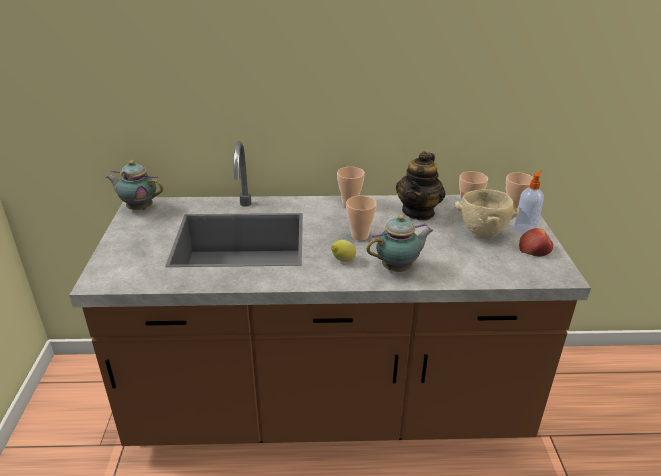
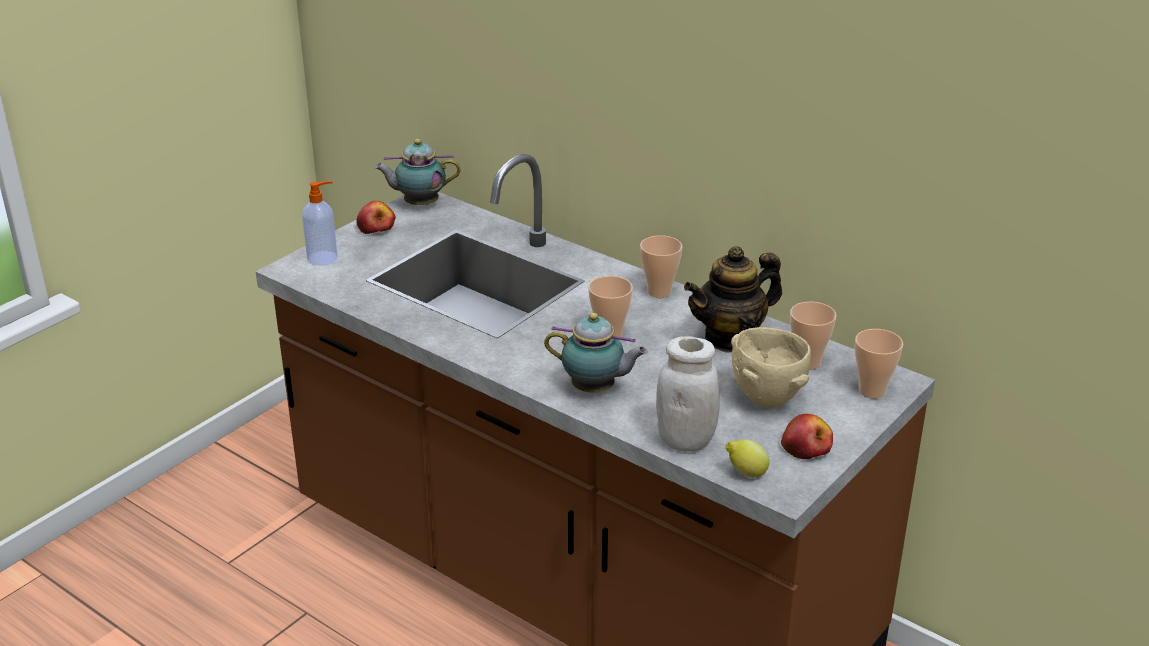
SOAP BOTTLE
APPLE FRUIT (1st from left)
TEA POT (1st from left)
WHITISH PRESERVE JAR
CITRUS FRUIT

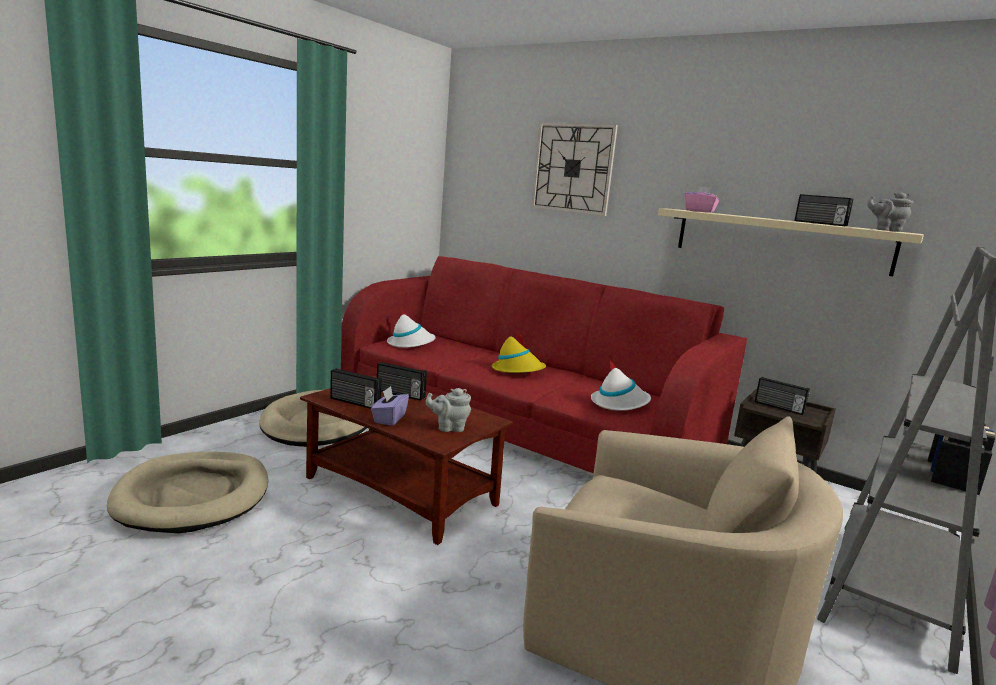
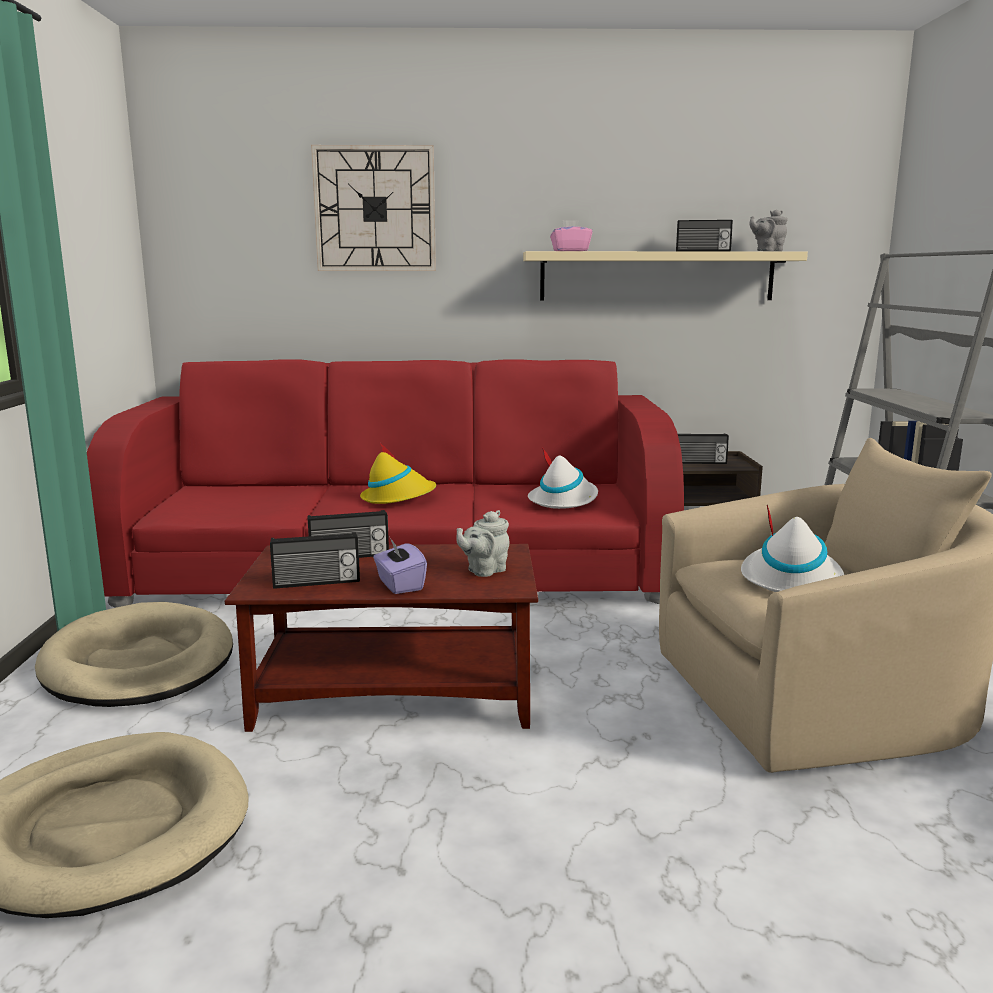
WHITISH HAT (2nd from left)

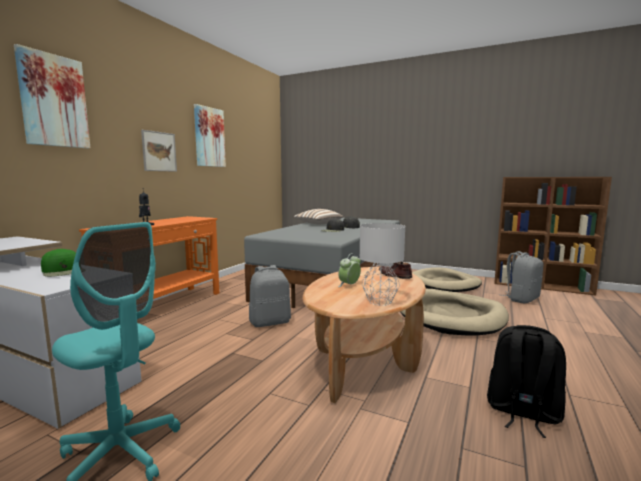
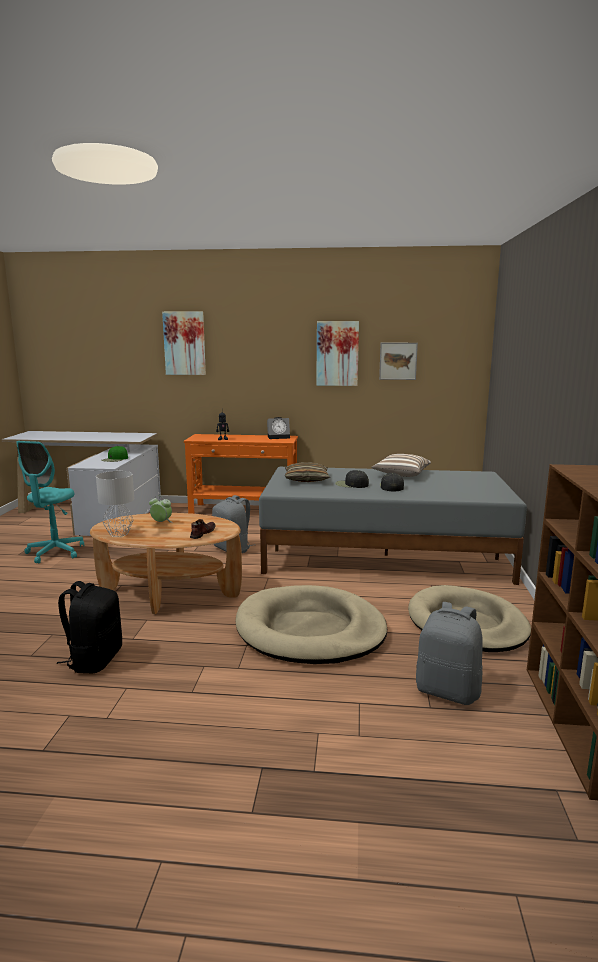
TABLE CLOCK (2nd from left)
THROW PILLOW (1st from left)
WALL PICTURE (3rd from left)

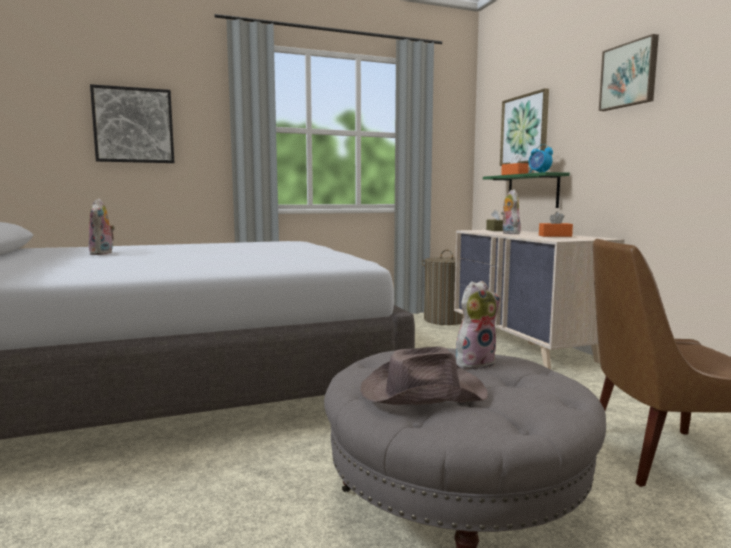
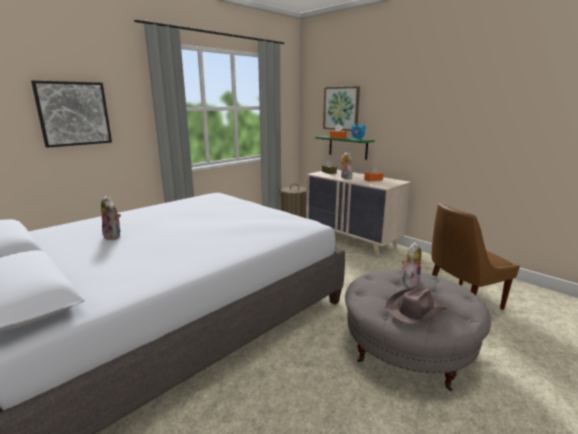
WALL PICTURE (3rd from left in the first image)

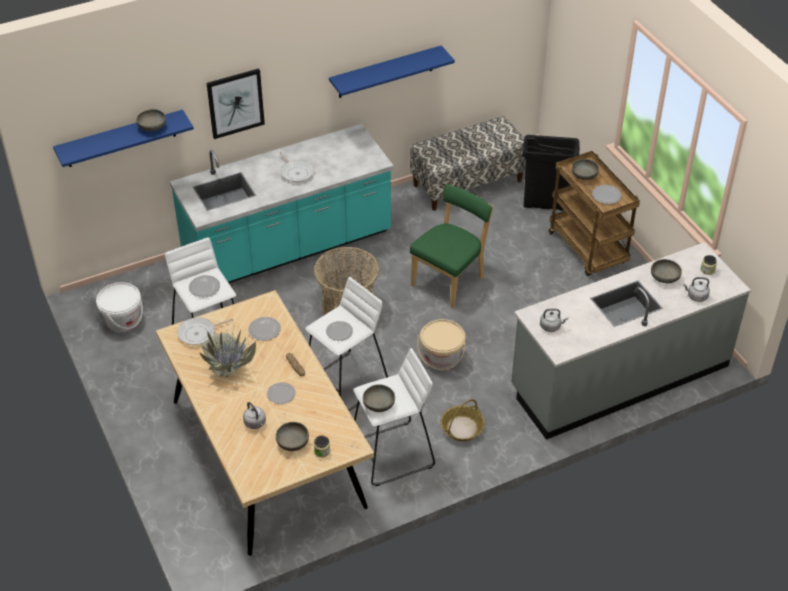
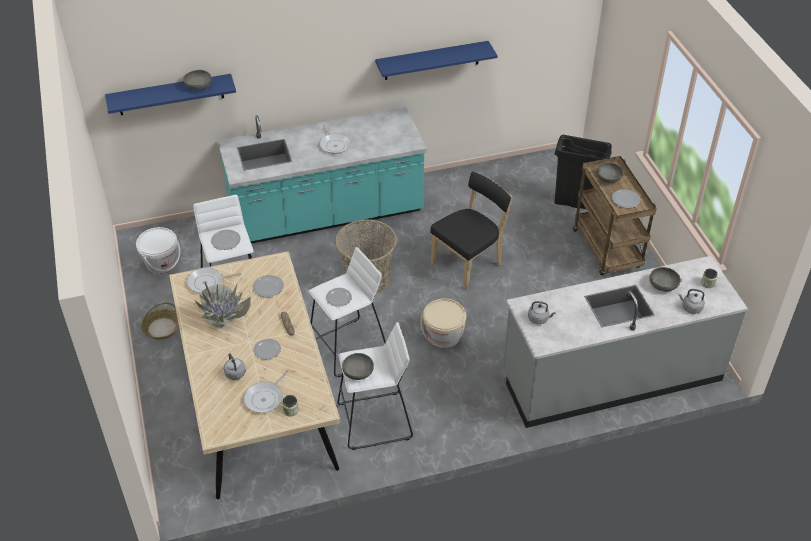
HOUSEHOLD BASKET (1st from left)
SKILLET (2nd from left)
BLACK CHAIR
WALL PICTURE
BENCH

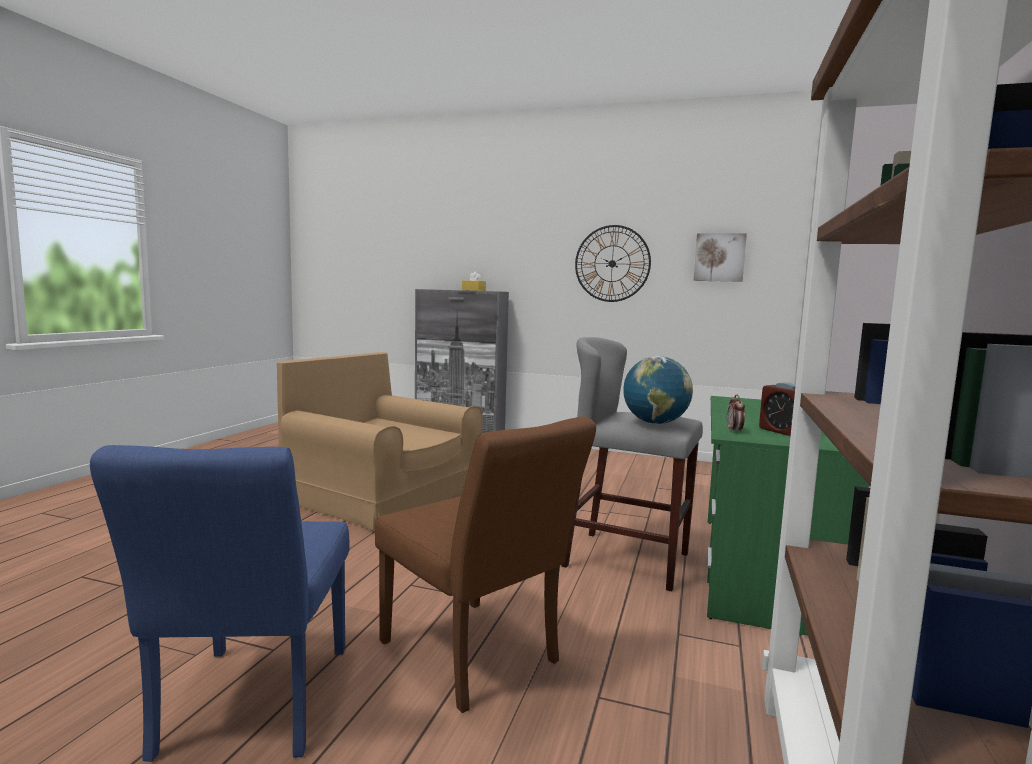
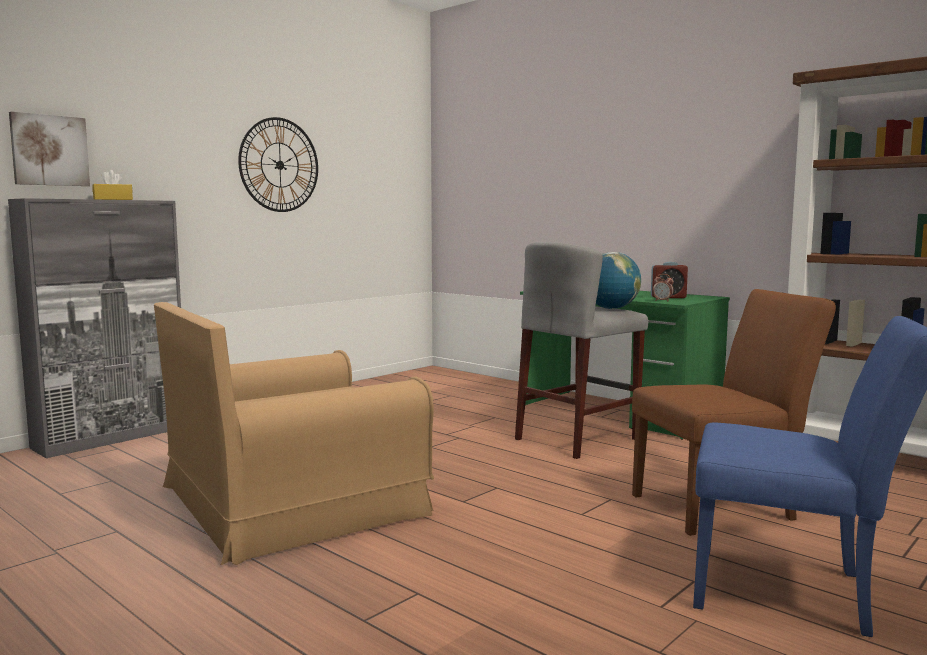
WALL PICTURE

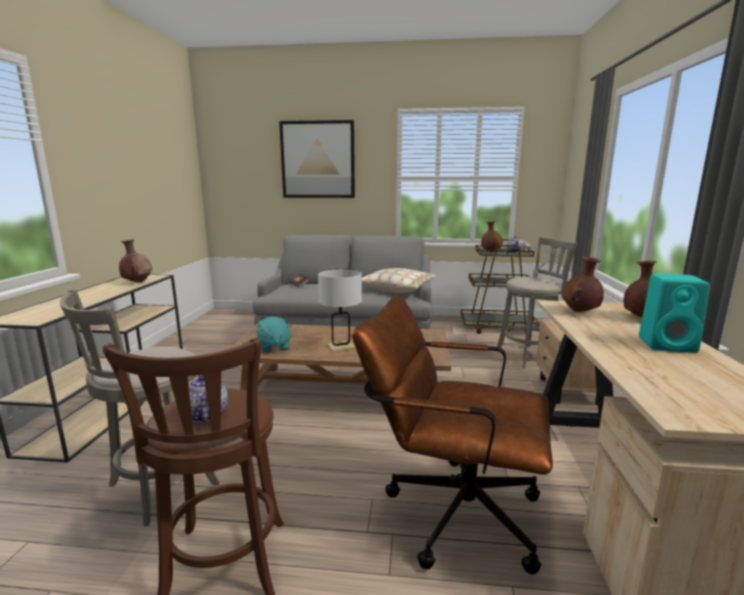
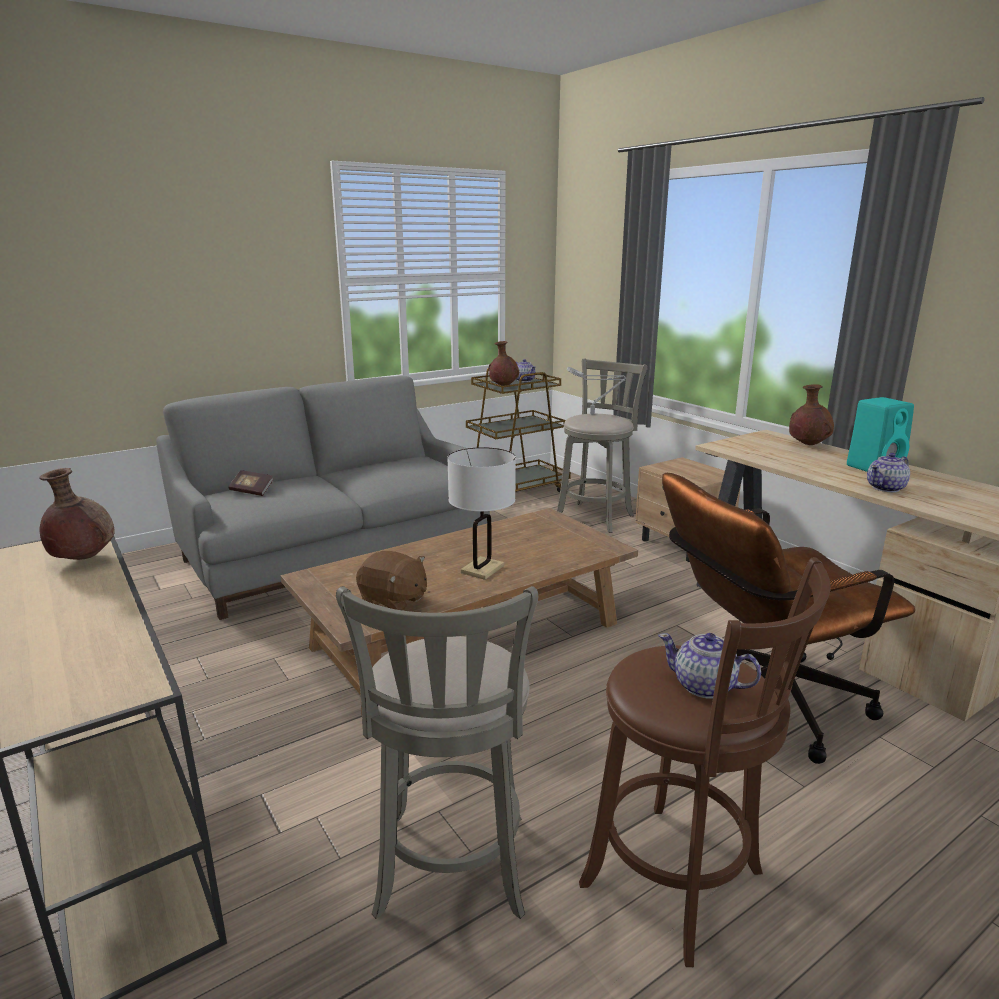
BROWN-COLOURED CUDDLY TOY
TEA POT (3rd from left)
WALL PICTURE
BEIGE-COLOURED THROW PILLOW
BROWN-COLOURED FLOWER VASE (3rd from left in the first image)

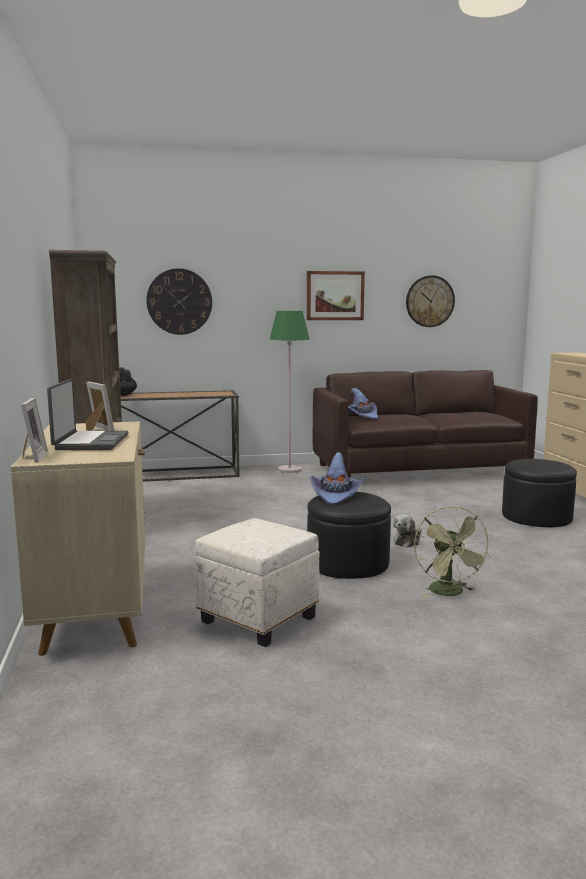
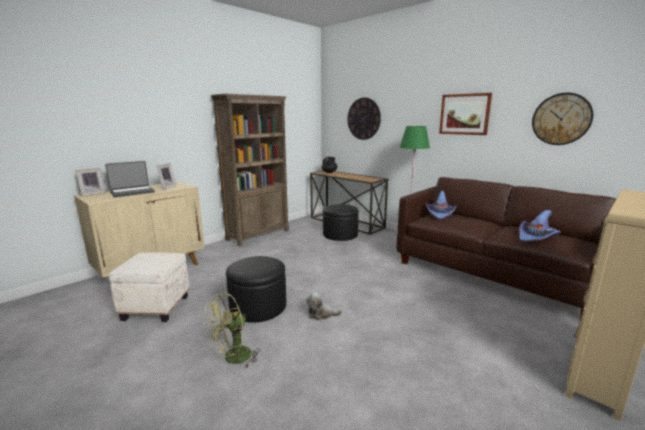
BLACK OTTOMAN (2nd from left)
PURPLE HAT (2nd from left)

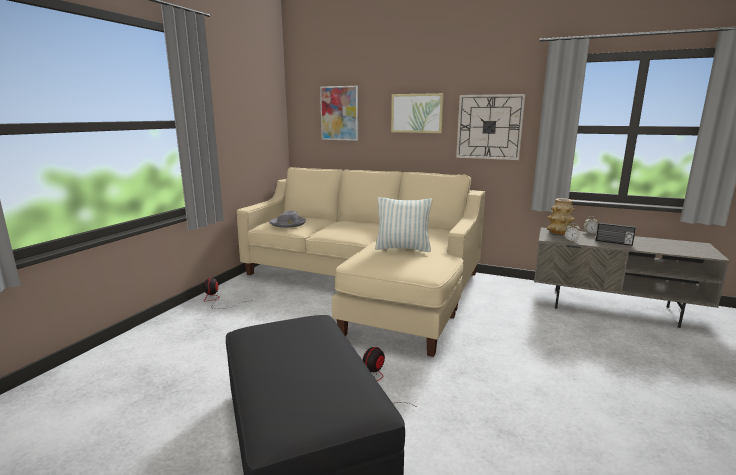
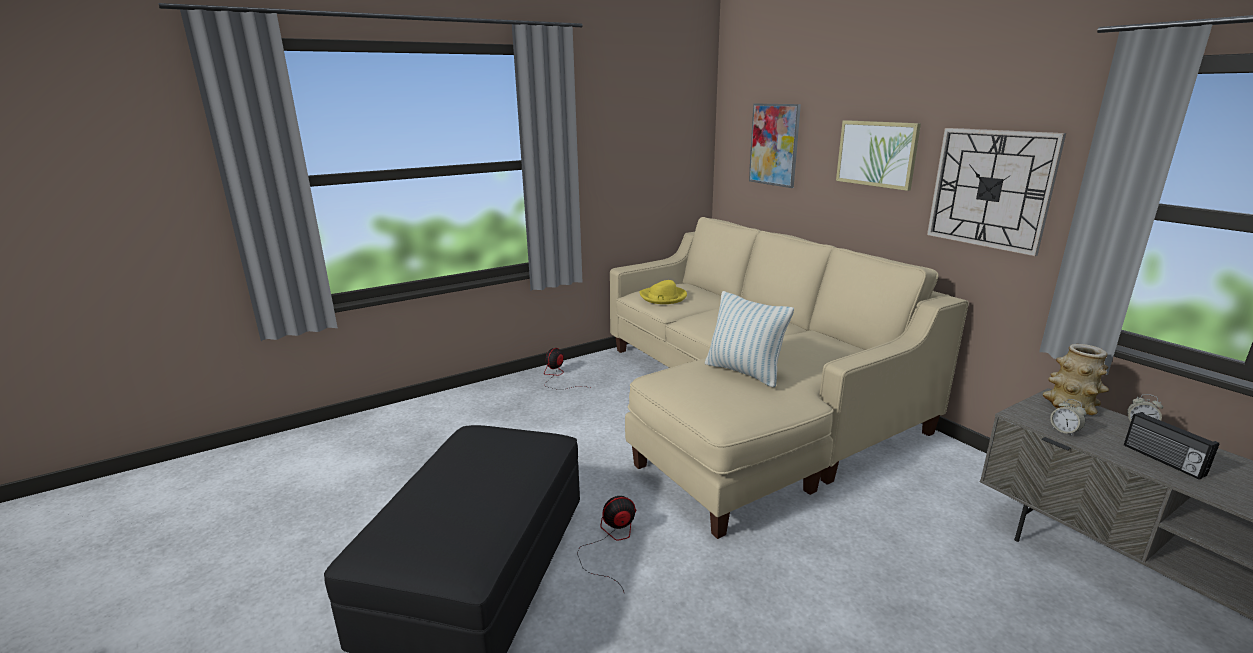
YELLOW HAT

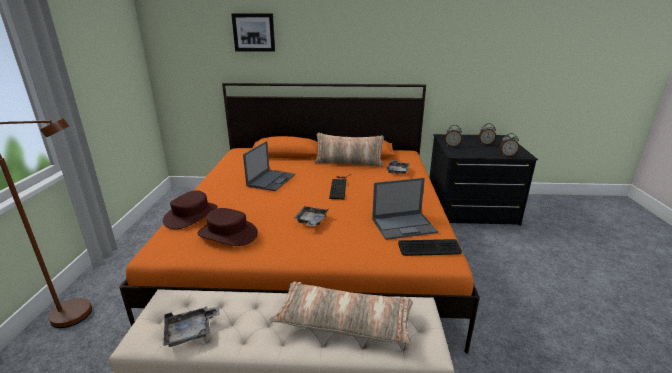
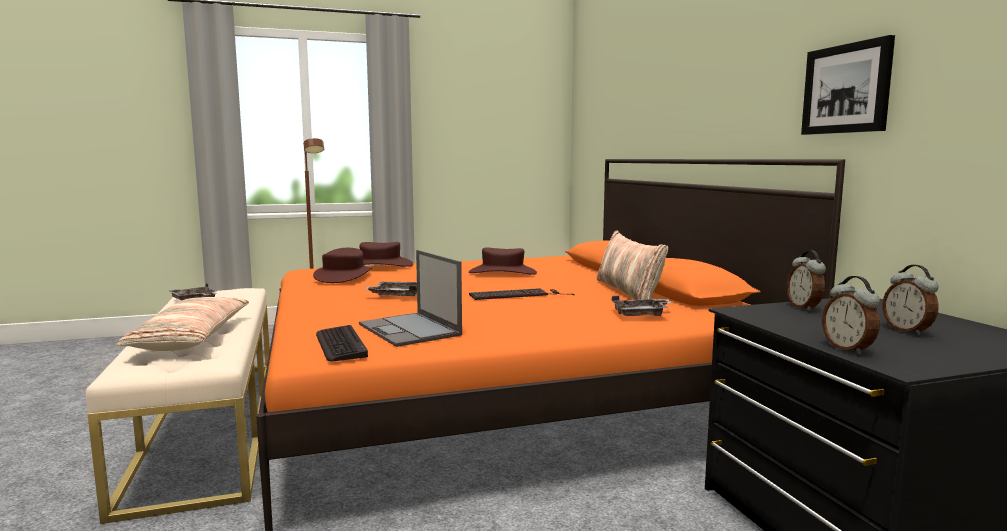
BROWN-COLOURED HAT (3rd from left)
WALL PICTURE

